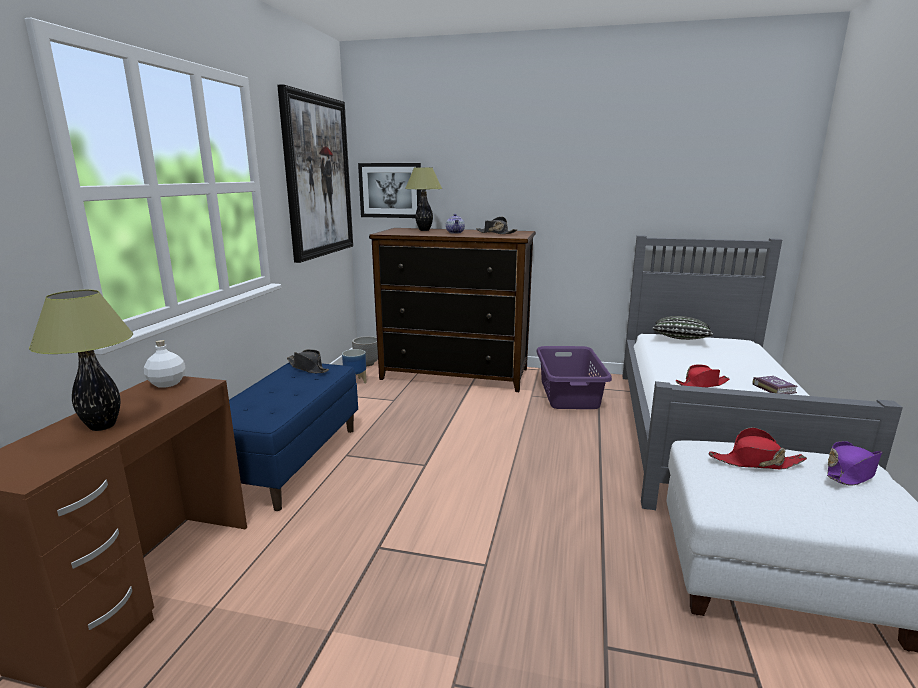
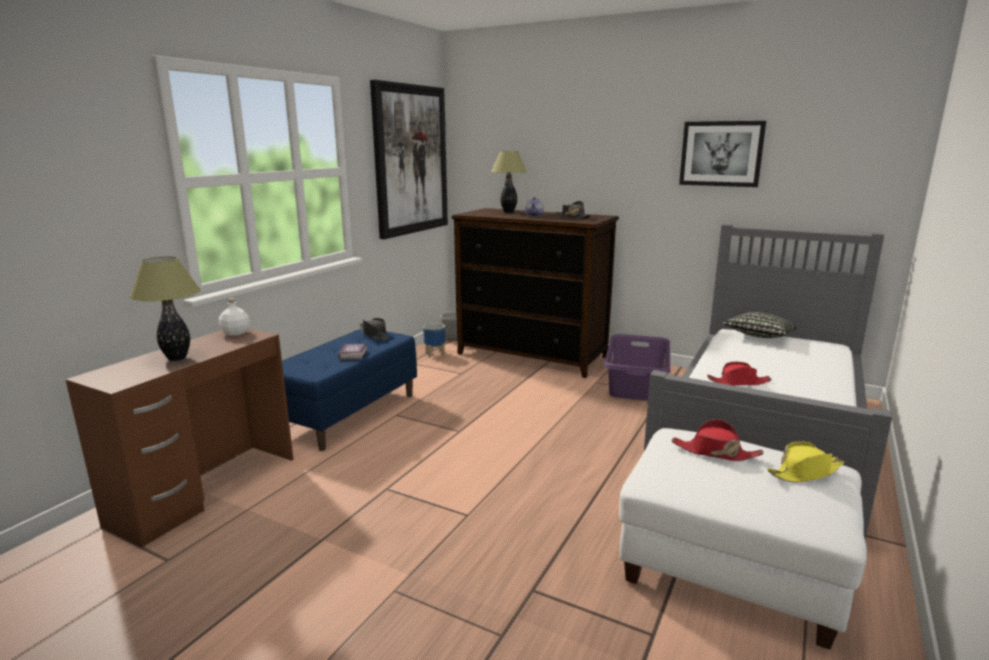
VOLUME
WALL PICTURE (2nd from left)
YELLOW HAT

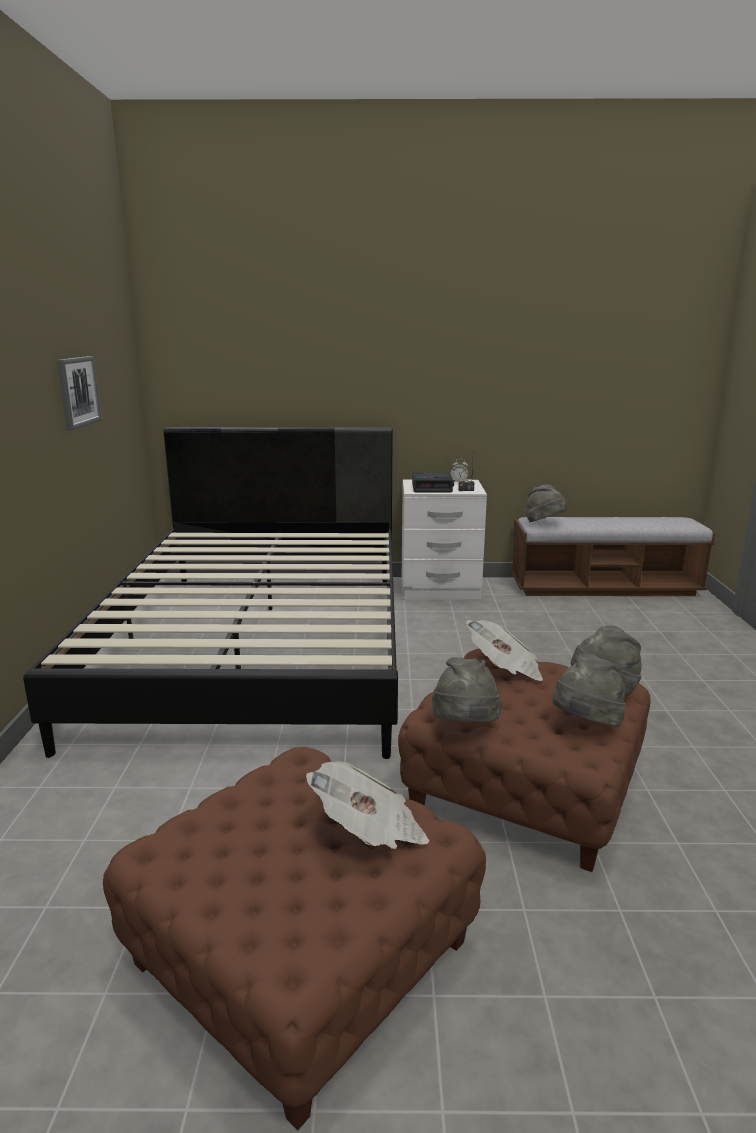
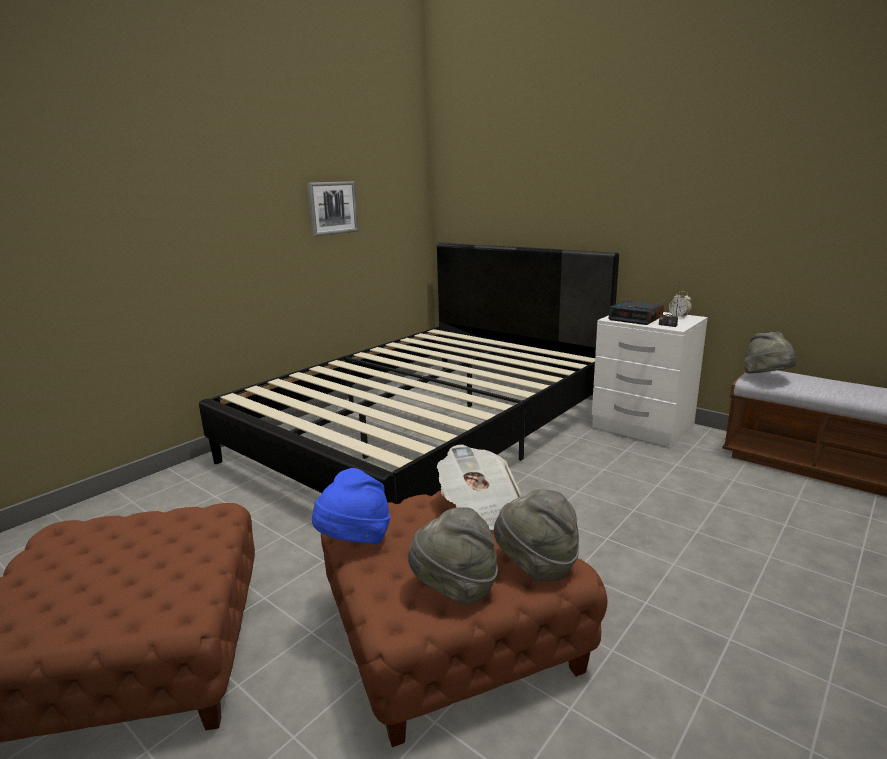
BLUE-COLOURED HAT
PRINTED PAPER (1st from left in the first image)

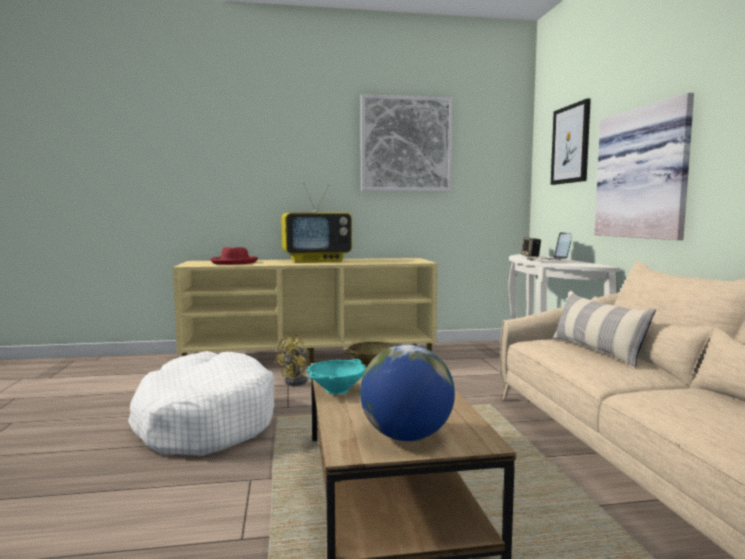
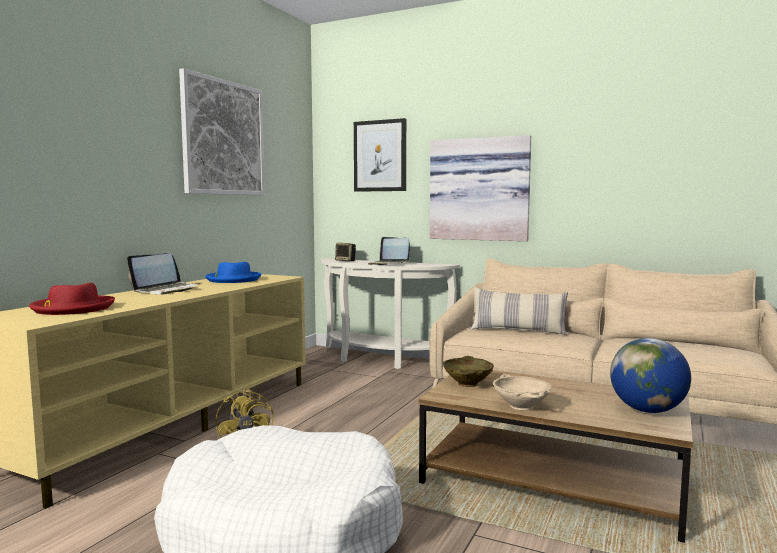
PORTABLE COMPUTER (1st from left)
BLUE-COLOURED HAT
BEIGE-COLOURED DEEP DISH (2nd from left)

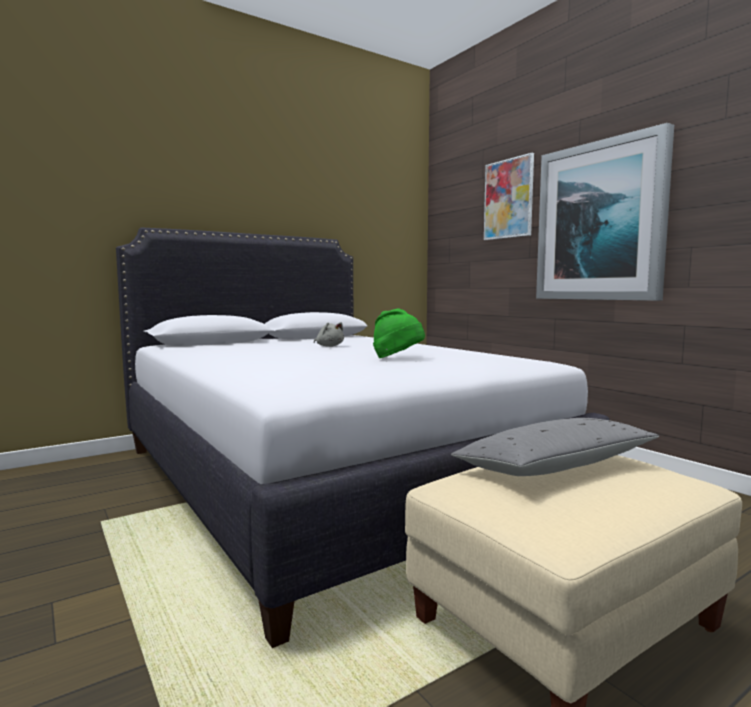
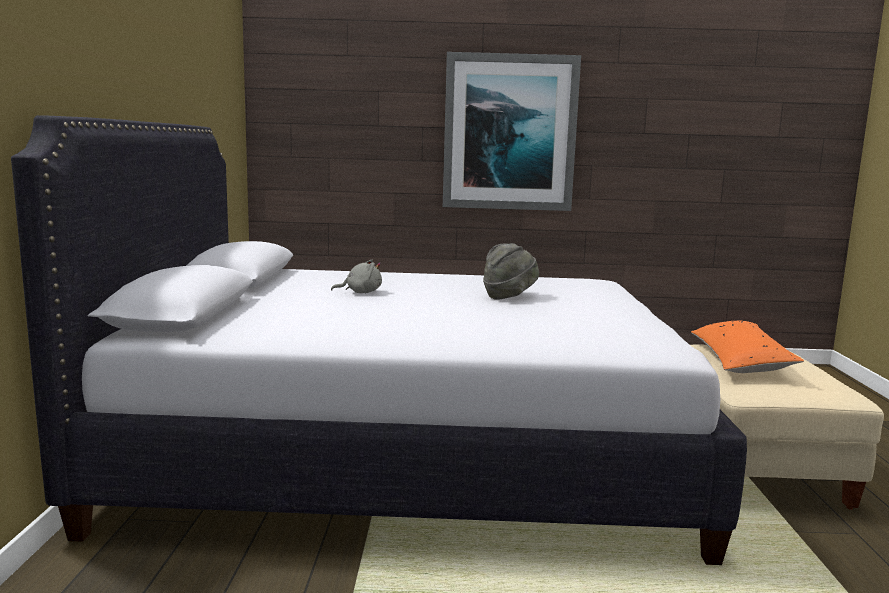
GRAY HAT
ORANGE THROW PILLOW
WALL PICTURE (1st from left in the first image)

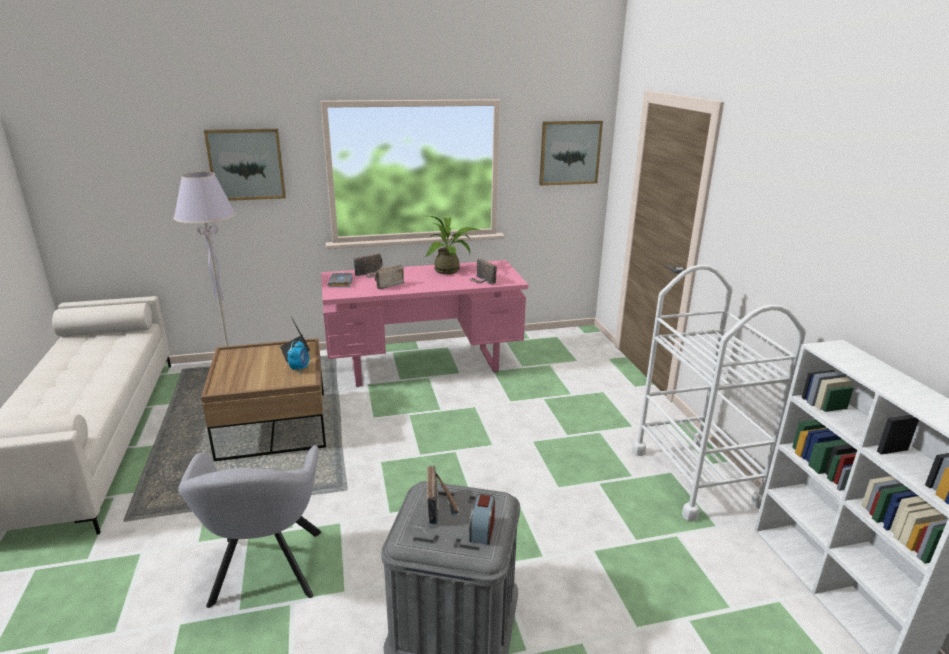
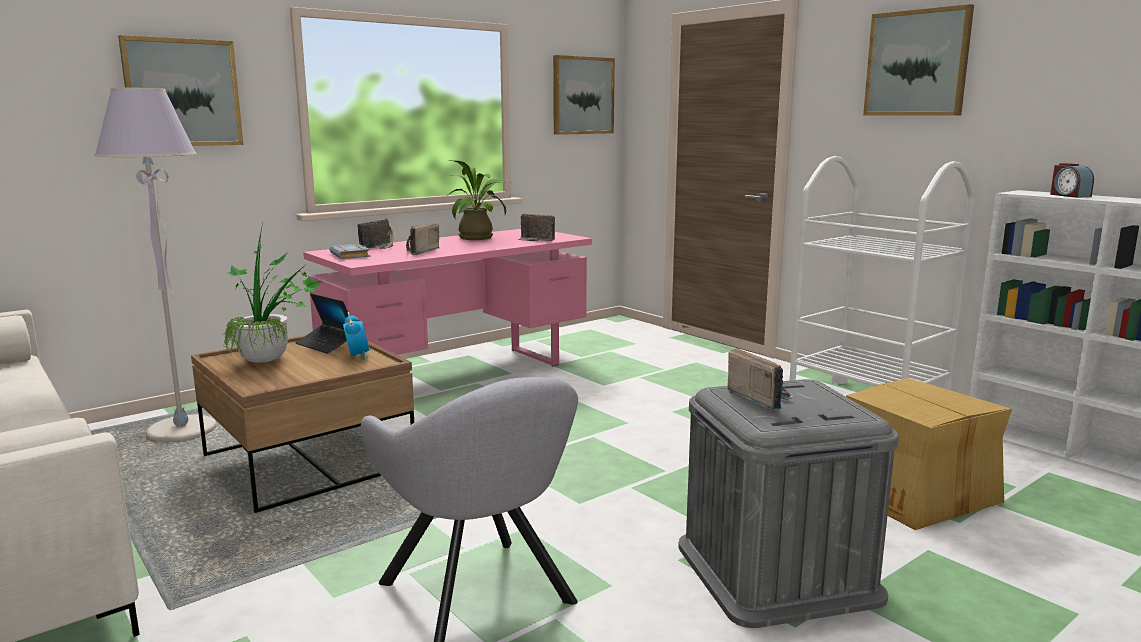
PLANT IN A POT (1st from left)
PACKING BOX
WALL PICTURE (3rd from left)
TABLE CLOCK (2nd from left)

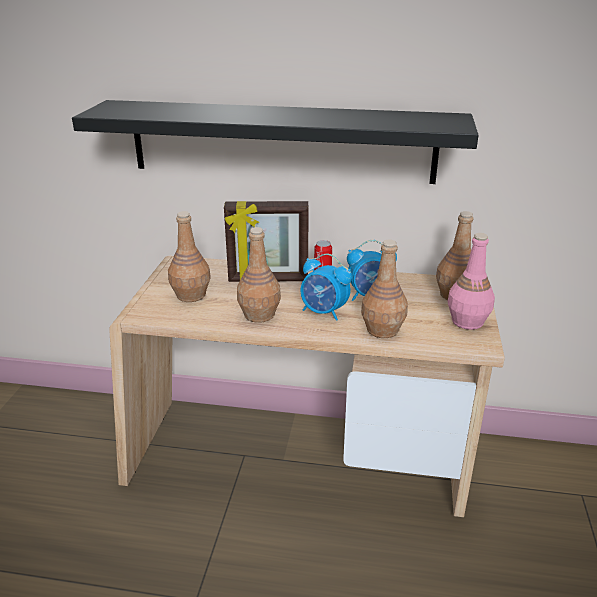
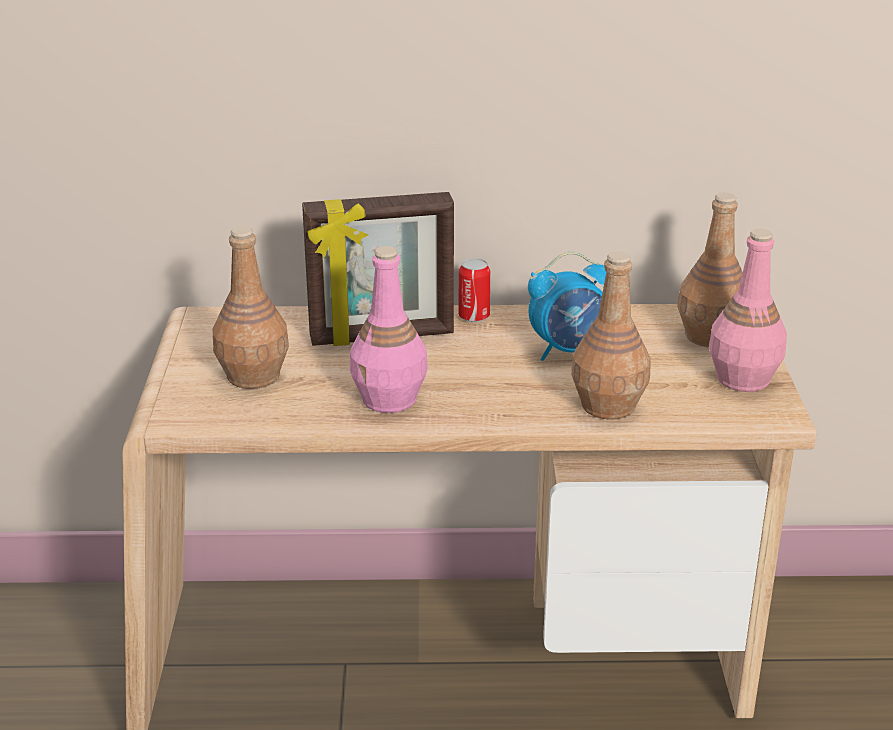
PINKISH BOTTLE (1st from left)
BLACK BRACKET SHELF
TABLE CLOCK (1st from left in the first image)

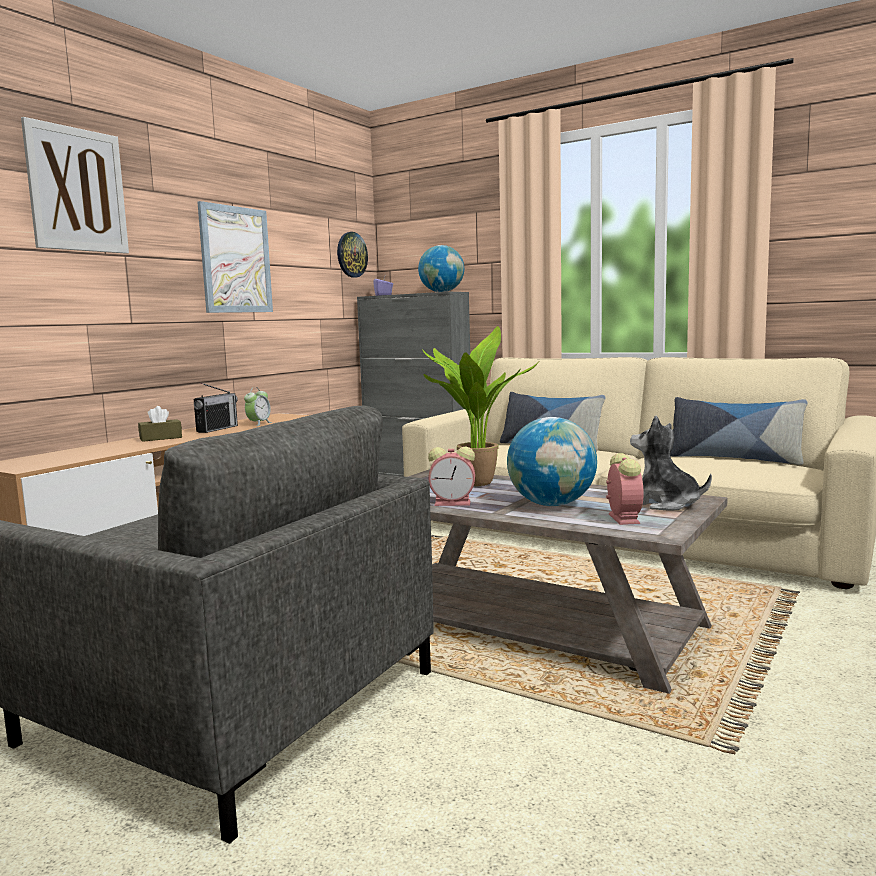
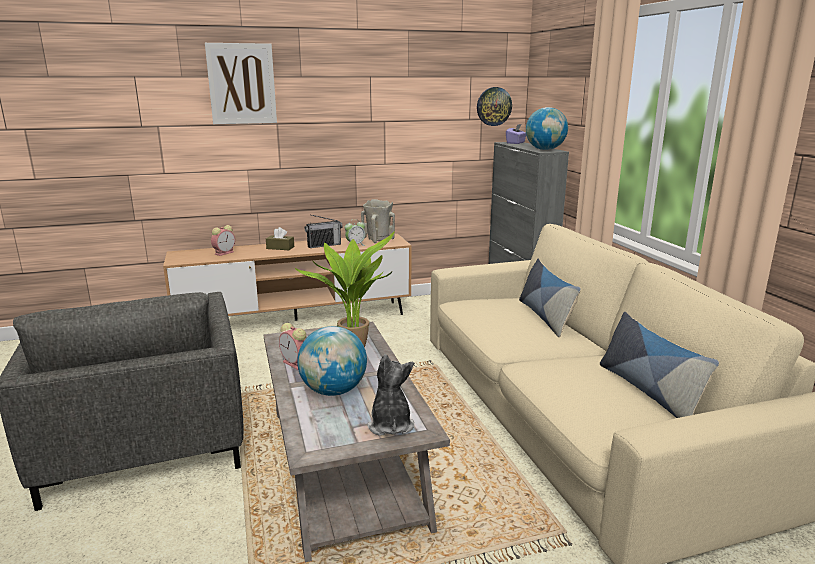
TABLE CLOCK (1st from left)
BEIGE-COLOURED FLOWER VASE
WALL PICTURE (2nd from left in the first image)

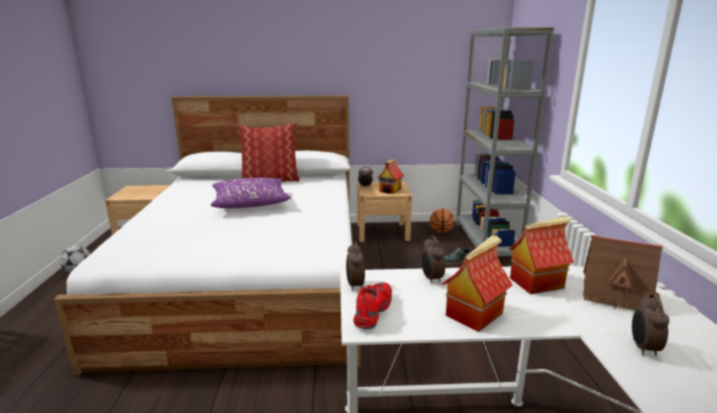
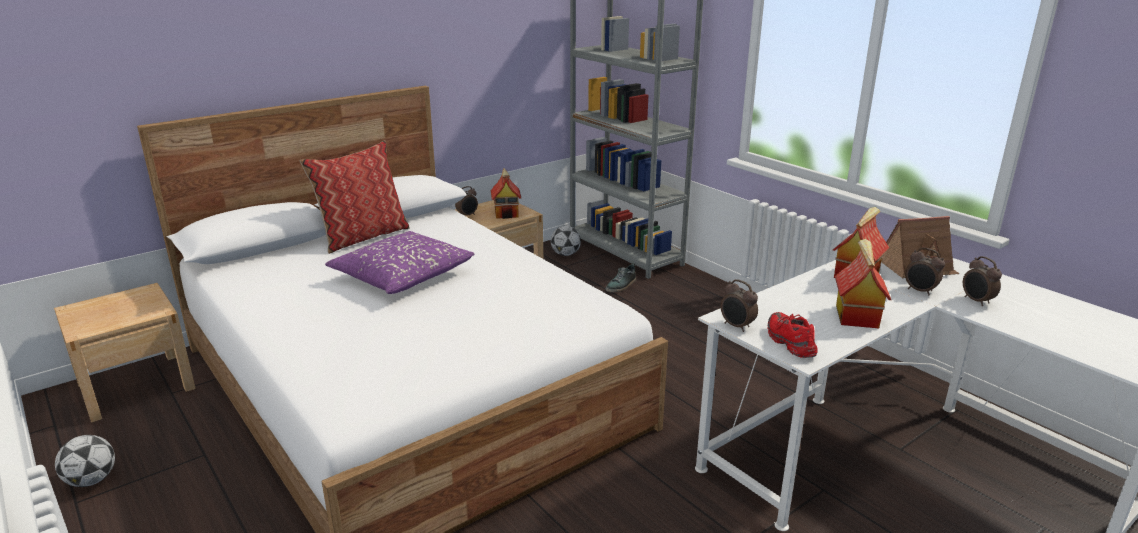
BALL FOR FOOTBALL (2nd from left)
TABLE CLOCK (3rd from left)

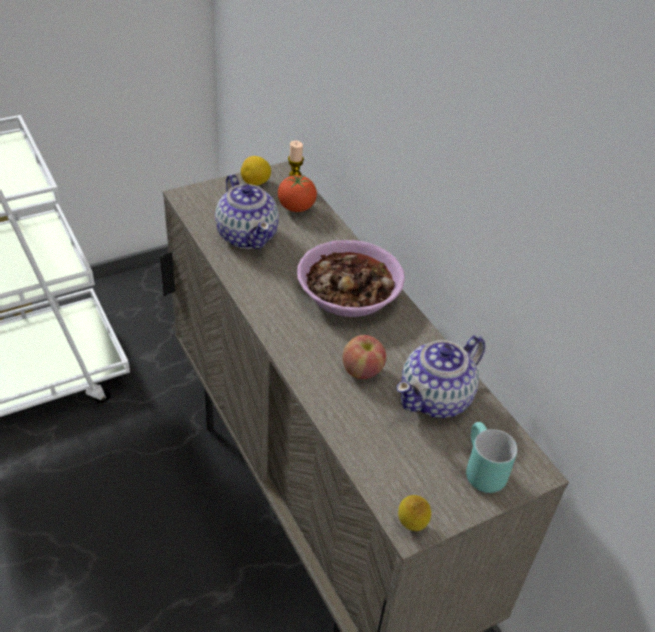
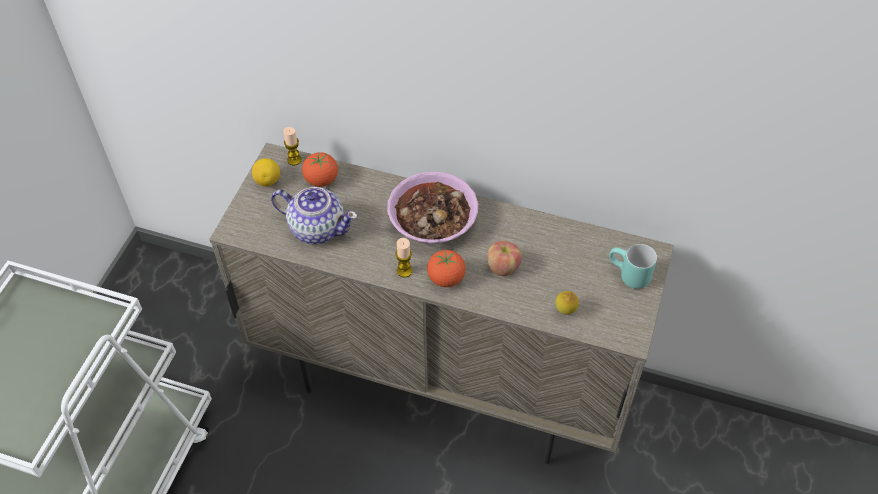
CANDLE (2nd from left)
TOMATO (2nd from left)
CITRUS FRUIT (2nd from left)
TEA POT (2nd from left in the first image)

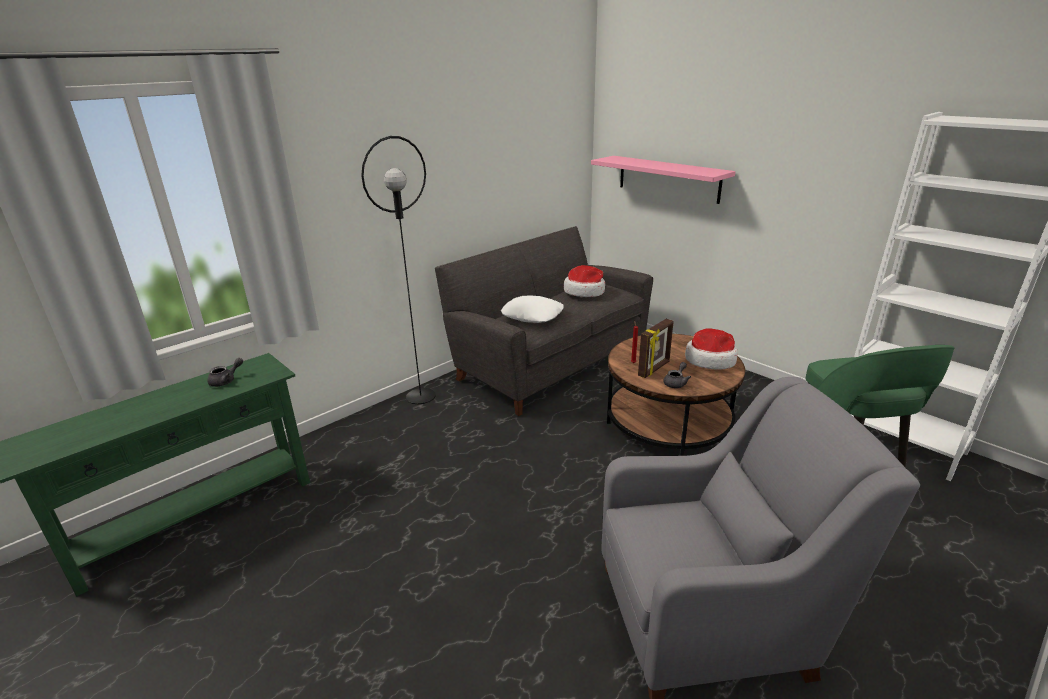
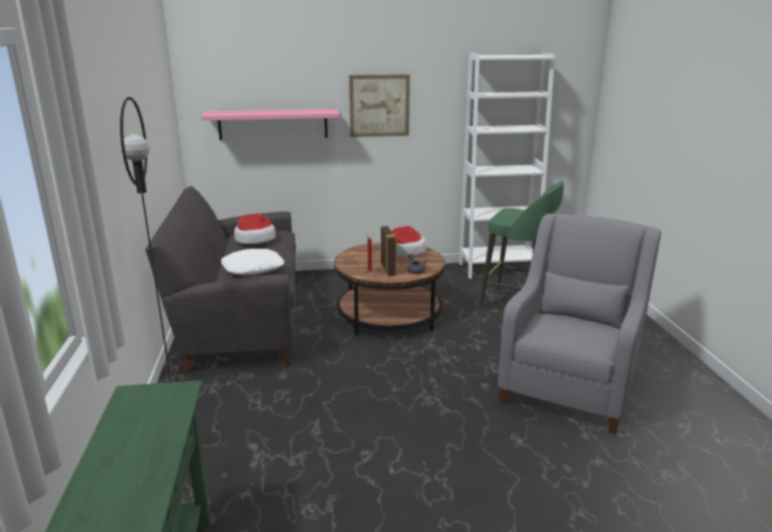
WALL PICTURE
GRAY TEA POT (1st from left in the first image)

